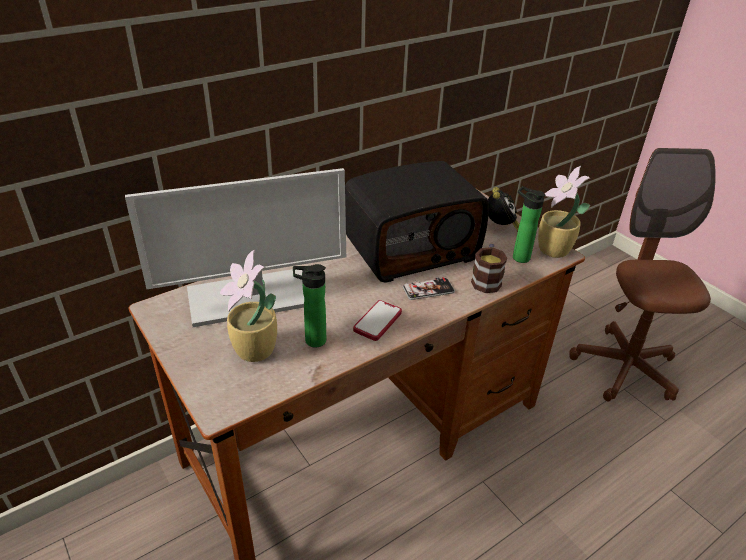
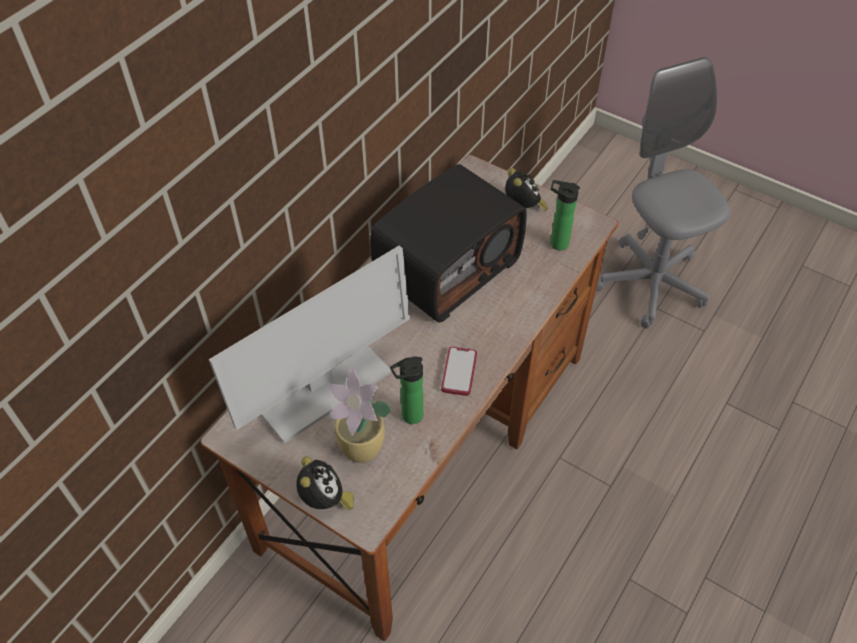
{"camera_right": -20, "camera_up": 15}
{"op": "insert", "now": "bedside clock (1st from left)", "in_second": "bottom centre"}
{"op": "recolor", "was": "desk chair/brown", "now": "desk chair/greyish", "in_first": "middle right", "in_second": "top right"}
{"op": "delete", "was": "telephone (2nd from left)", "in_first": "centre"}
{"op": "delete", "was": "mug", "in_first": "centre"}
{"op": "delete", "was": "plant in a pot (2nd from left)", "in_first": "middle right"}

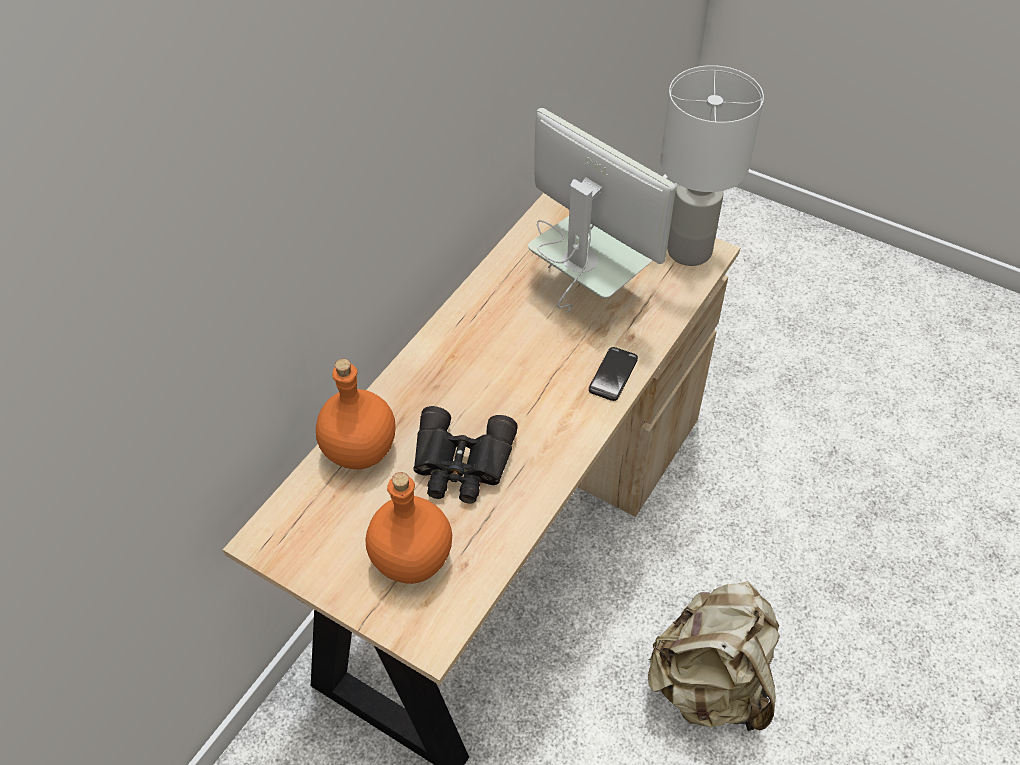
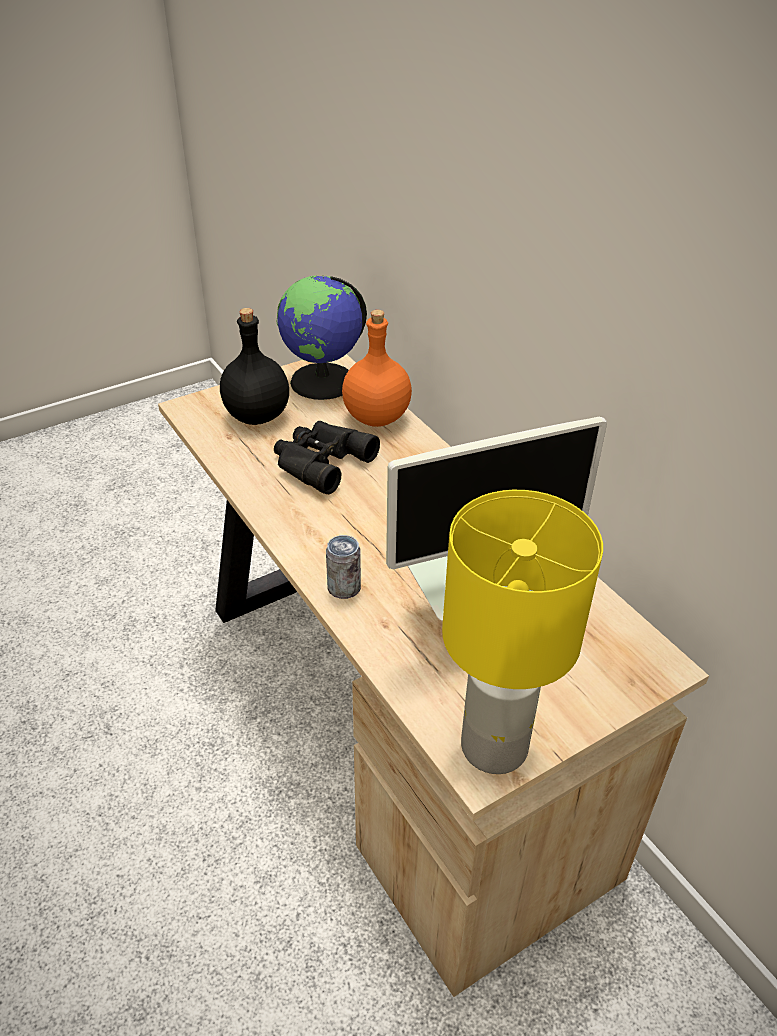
{"camera_right": 115, "camera_up": -10}
{"op": "recolor", "was": "drink bottle/orange (2nd from left)", "now": "drink bottle/blackish", "in_first": "bottom centre", "in_second": "middle left"}
{"op": "insert", "now": "desk globe", "in_second": "top centre"}
{"op": "replace", "was": "telephone", "now": "can", "in_first": "centre", "in_second": "centre"}
{"op": "recolor", "was": "table lamp/whitish", "now": "table lamp/yellowish", "in_first": "top right", "in_second": "middle right"}
{"op": "delete", "was": "backpack/beige-coloured", "in_first": "bottom right"}

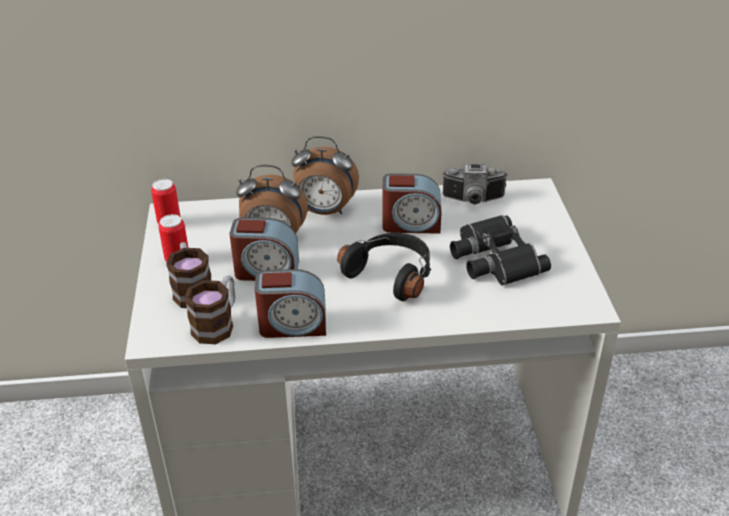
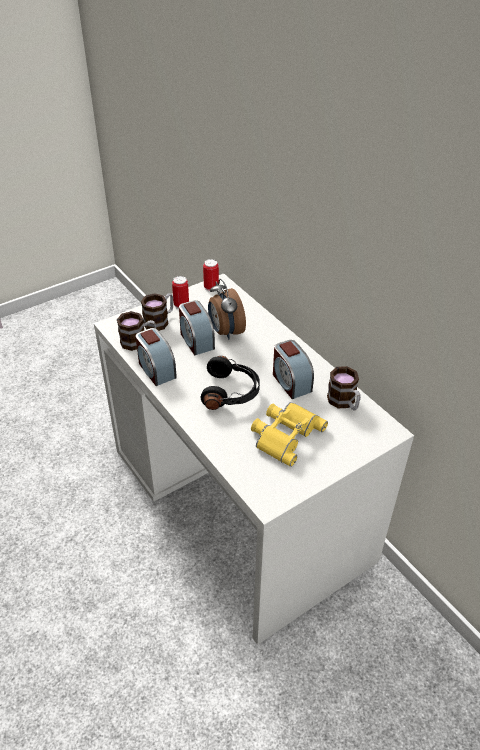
{"camera_right": 60, "camera_up": 5}
{"op": "recolor", "was": "pair of binoculars/blackish", "now": "pair of binoculars/yellowish", "in_first": "middle right", "in_second": "centre"}
{"op": "replace", "was": "photo camera", "now": "mug (3rd from left)", "in_first": "centre", "in_second": "middle right"}
{"op": "delete", "was": "bedside clock (4th from left)", "in_first": "centre"}

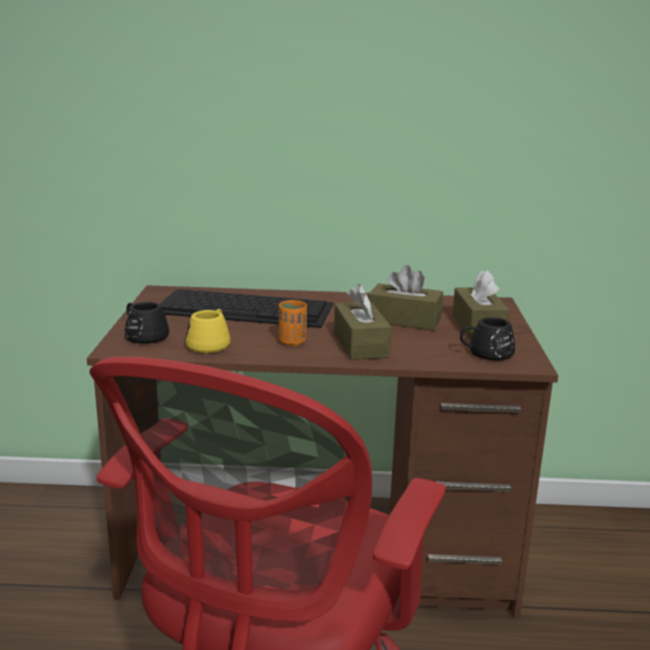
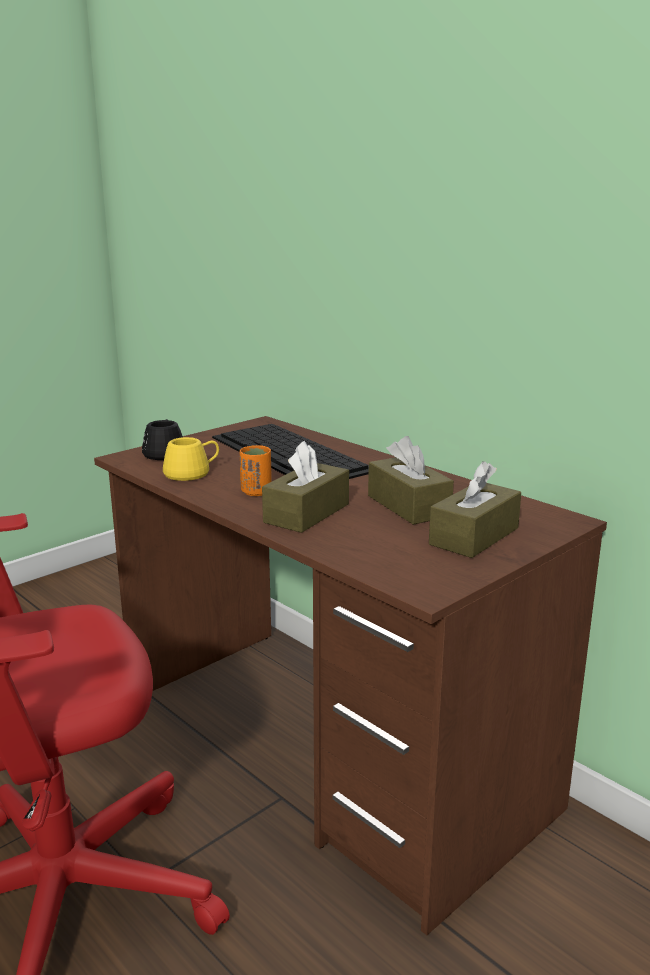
{"camera_right": 45, "camera_up": 0}
{"op": "delete", "was": "mug/blackish (2nd from left)", "in_first": "middle right"}

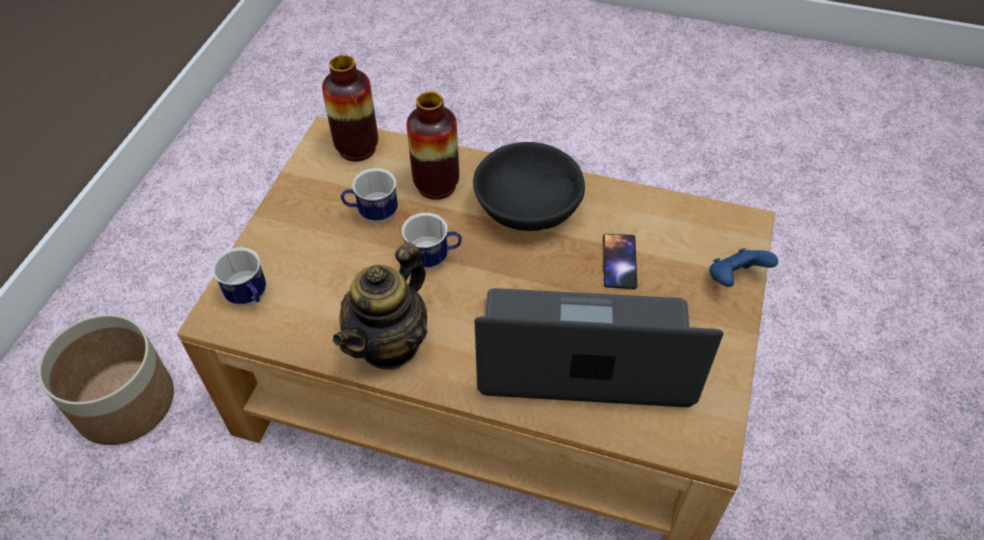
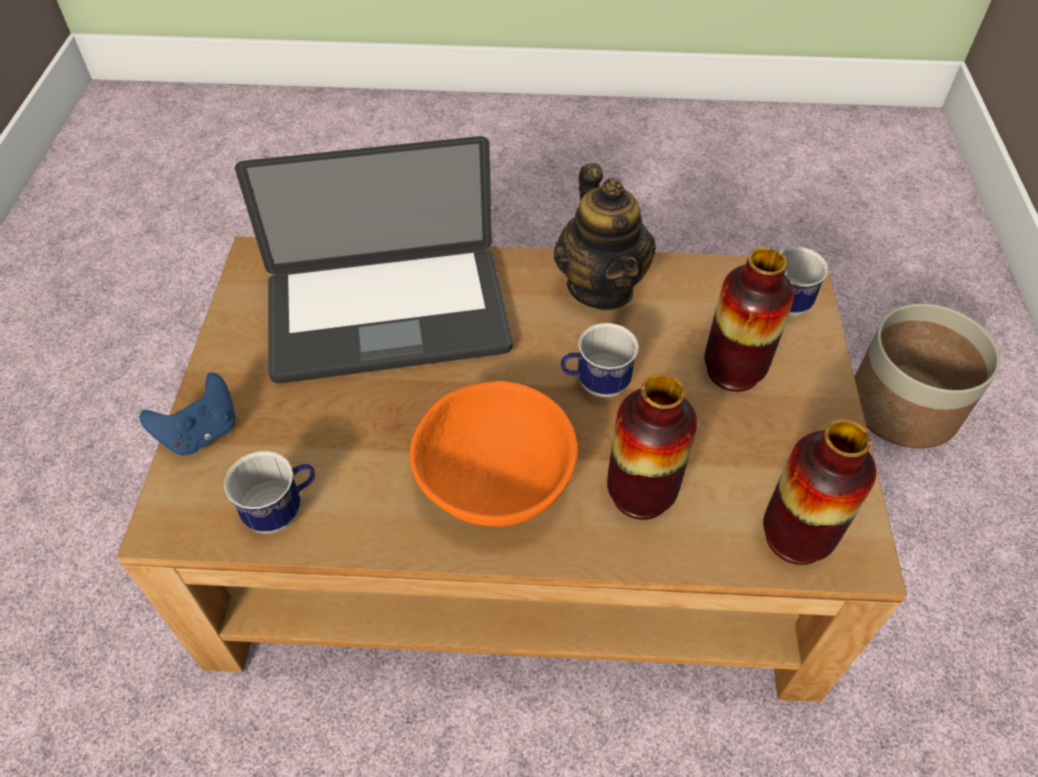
{"camera_right": 165, "camera_up": 0}
{"op": "move", "was": "mug (2nd from left in the first image)", "now": "mug (1st from left)", "in_first": "centre", "in_second": "middle left"}
{"op": "recolor", "was": "deep dish/blackish", "now": "deep dish/orange", "in_first": "centre", "in_second": "centre"}
{"op": "rotate", "was": "pot for tea", "in_first": "centre", "in_second": "top centre", "clockwise": 150}
{"op": "insert", "now": "flower vase (2nd from left)", "in_second": "middle right"}
{"op": "delete", "was": "telephone", "in_first": "centre"}

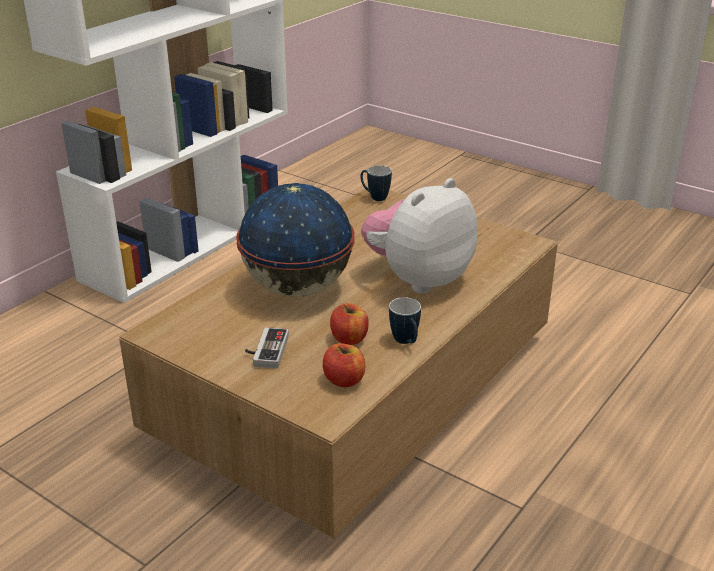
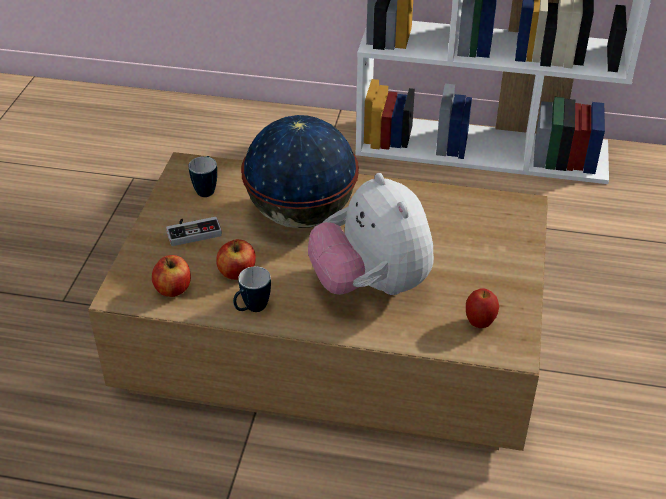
{"camera_right": 65, "camera_up": 10}
{"op": "move", "was": "mug (1st from left)", "in_first": "top centre", "in_second": "middle left"}
{"op": "rotate", "was": "cuddly toy", "in_first": "centre", "in_second": "centre", "clockwise": -135}
{"op": "insert", "now": "apple fruit (3rd from left)", "in_second": "middle right"}

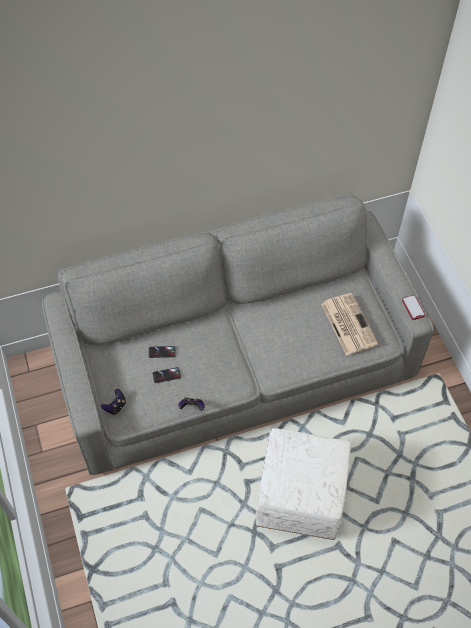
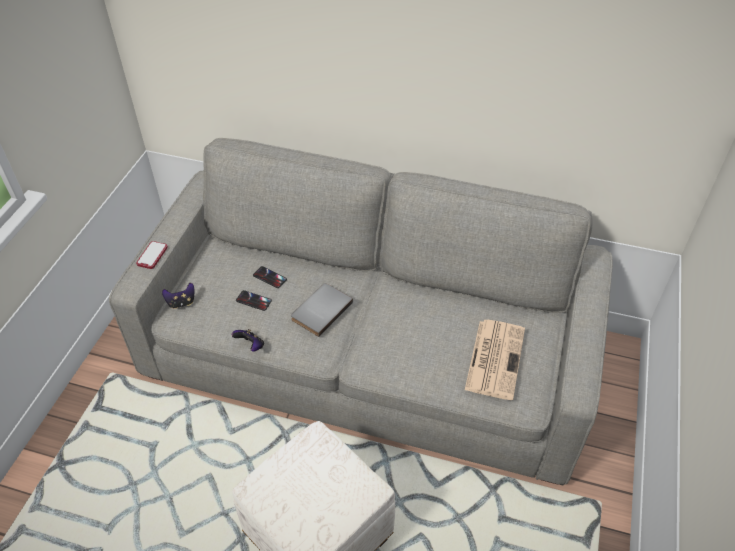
{"camera_right": 35, "camera_up": -10}
{"op": "move", "was": "telephone (3rd from left in the first image)", "now": "telephone (1st from left)", "in_first": "middle right", "in_second": "middle left"}
{"op": "insert", "now": "bound book/greyish", "in_second": "centre"}

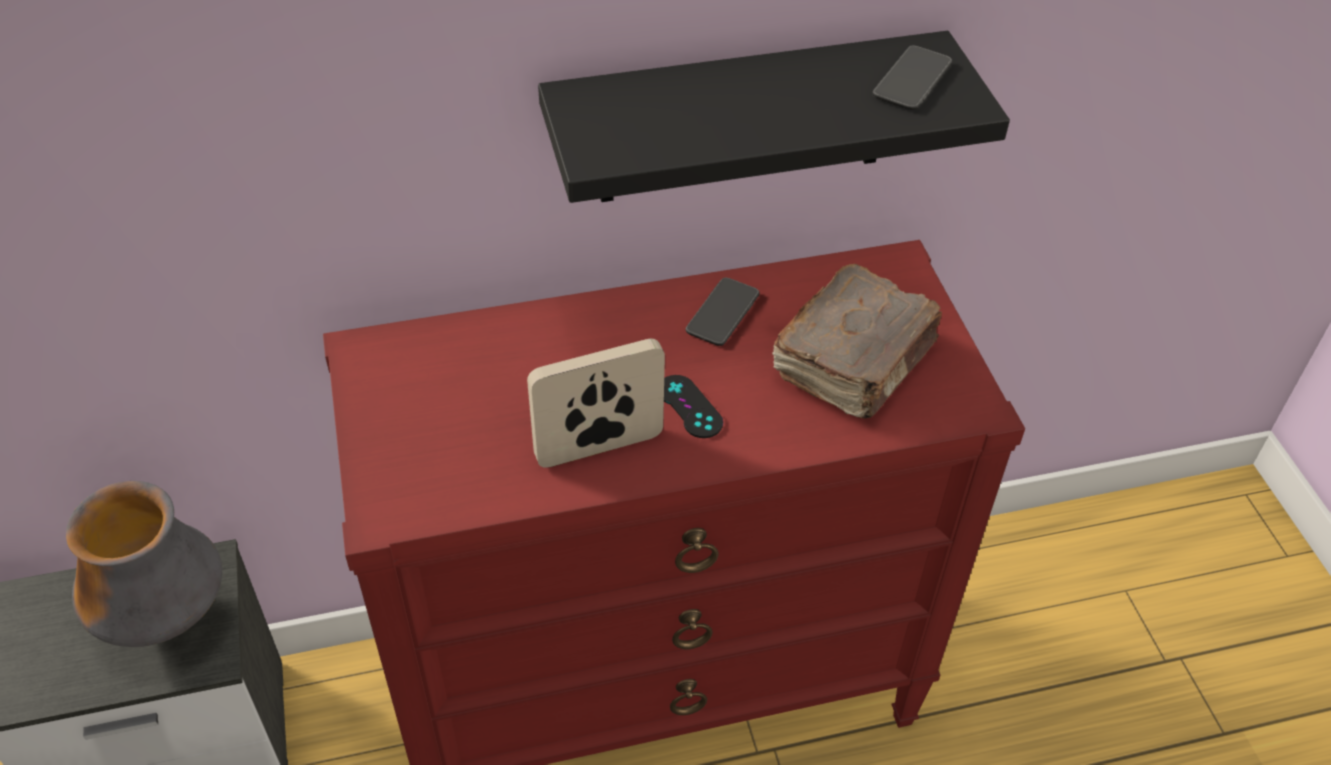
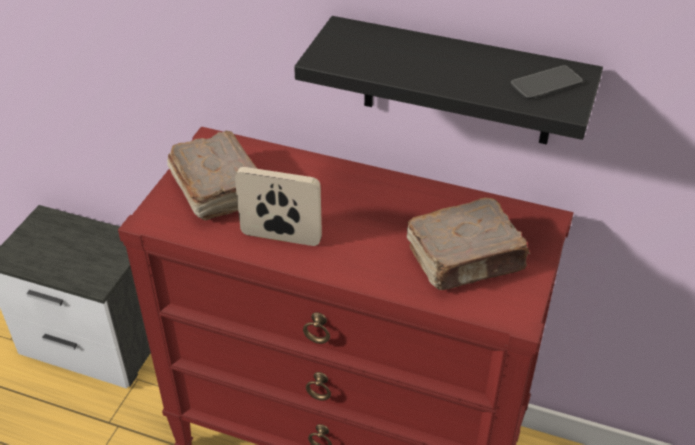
{"camera_right": 35, "camera_up": -5}
{"op": "insert", "now": "bound book/brown (1st from left)", "in_second": "middle left"}
{"op": "delete", "was": "flower vase", "in_first": "bottom left"}
{"op": "delete", "was": "game controller/blackish", "in_first": "centre"}
{"op": "delete", "was": "telephone (1st from left)", "in_first": "centre"}

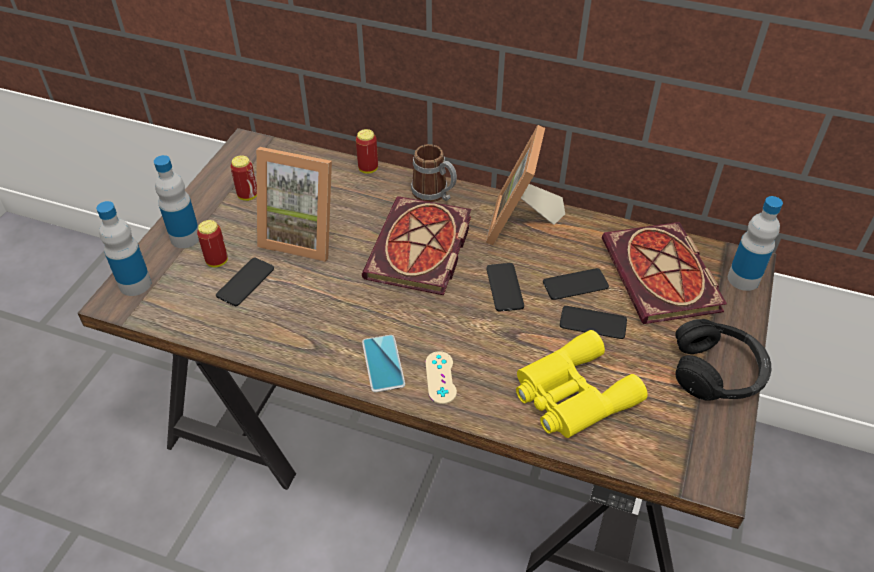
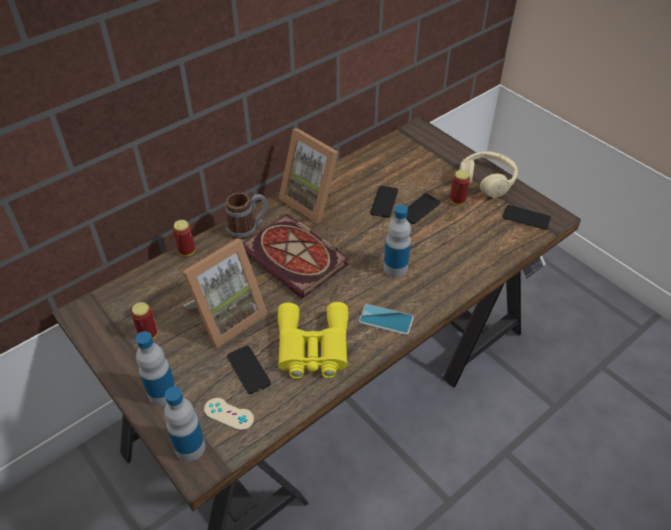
{"camera_right": -60, "camera_up": 0}
{"op": "move", "was": "game controller/beige-coloured", "in_first": "centre", "in_second": "bottom centre"}
{"op": "move", "was": "pair of binoculars/yellowish", "in_first": "bottom centre", "in_second": "centre"}
{"op": "move", "was": "drink bottle (3rd from left)", "in_first": "middle right", "in_second": "centre"}
{"op": "move", "was": "can (1st from left in the first image)", "now": "can (3rd from left)", "in_first": "middle left", "in_second": "middle right"}
{"op": "recolor", "was": "pair of headphones/blackish", "now": "pair of headphones/beige-coloured", "in_first": "middle right", "in_second": "top right"}
{"op": "move", "was": "telephone (3rd from left in the first image)", "now": "telephone (5th from left)", "in_first": "centre", "in_second": "middle right"}
{"op": "delete", "was": "bound book (2nd from left)", "in_first": "middle right"}

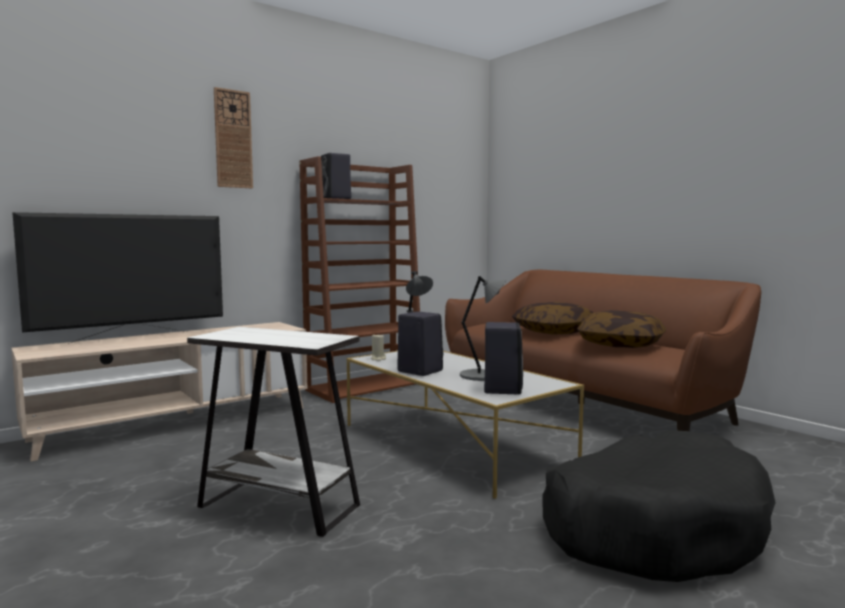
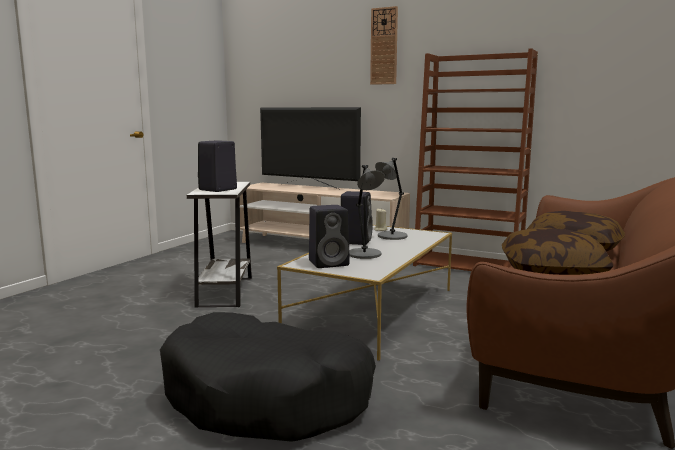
{"camera_right": 65, "camera_up": 5}
{"op": "move", "was": "audio speaker/blackish (1st from left)", "in_first": "top centre", "in_second": "middle left"}

